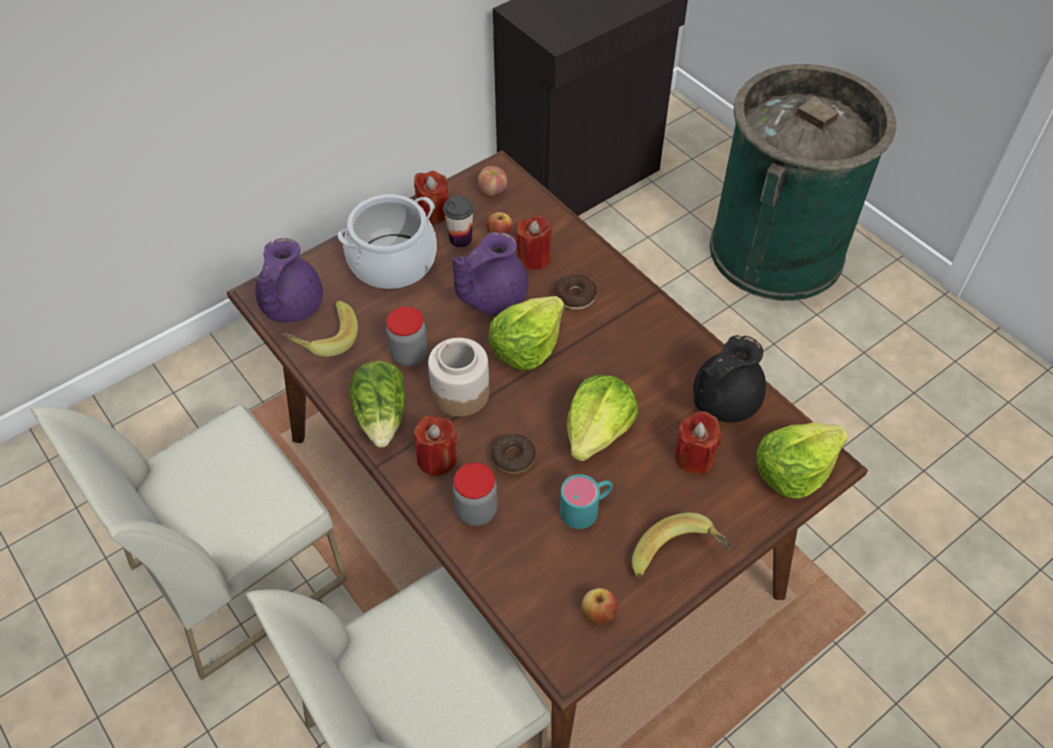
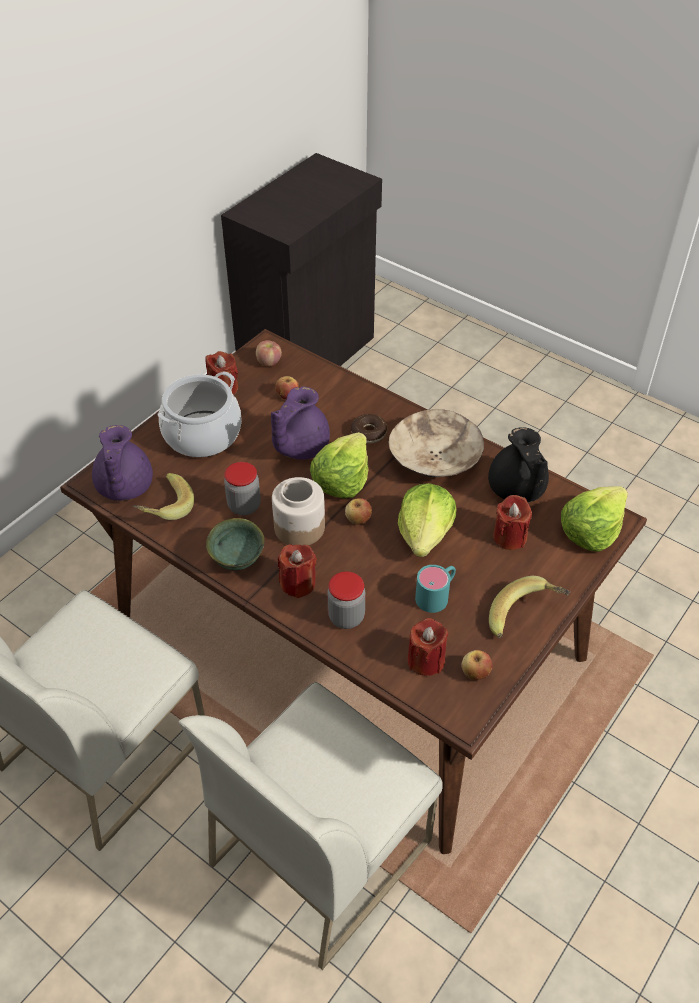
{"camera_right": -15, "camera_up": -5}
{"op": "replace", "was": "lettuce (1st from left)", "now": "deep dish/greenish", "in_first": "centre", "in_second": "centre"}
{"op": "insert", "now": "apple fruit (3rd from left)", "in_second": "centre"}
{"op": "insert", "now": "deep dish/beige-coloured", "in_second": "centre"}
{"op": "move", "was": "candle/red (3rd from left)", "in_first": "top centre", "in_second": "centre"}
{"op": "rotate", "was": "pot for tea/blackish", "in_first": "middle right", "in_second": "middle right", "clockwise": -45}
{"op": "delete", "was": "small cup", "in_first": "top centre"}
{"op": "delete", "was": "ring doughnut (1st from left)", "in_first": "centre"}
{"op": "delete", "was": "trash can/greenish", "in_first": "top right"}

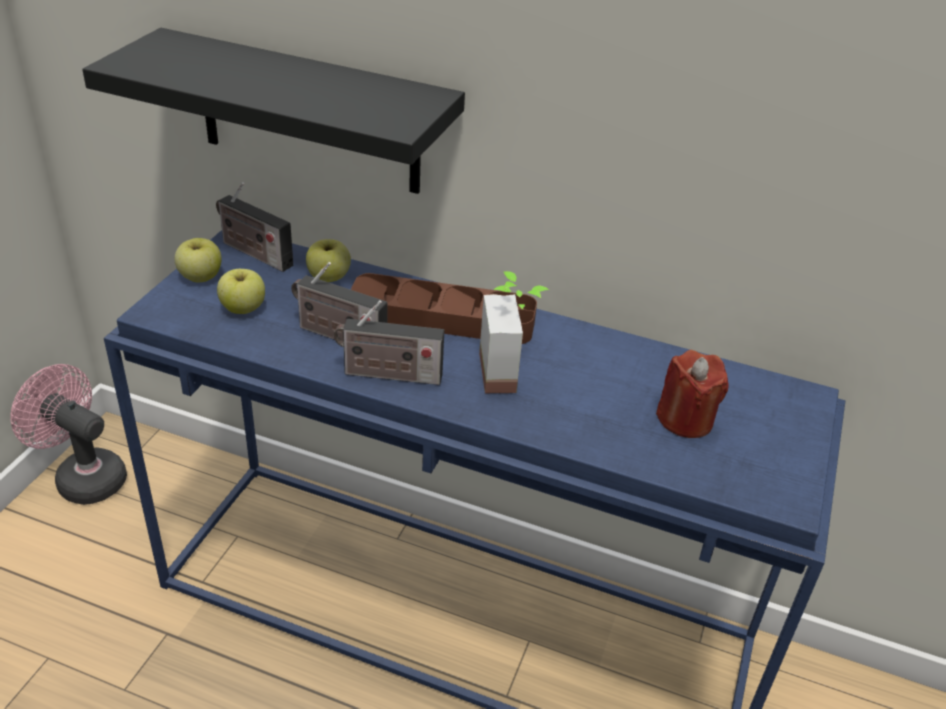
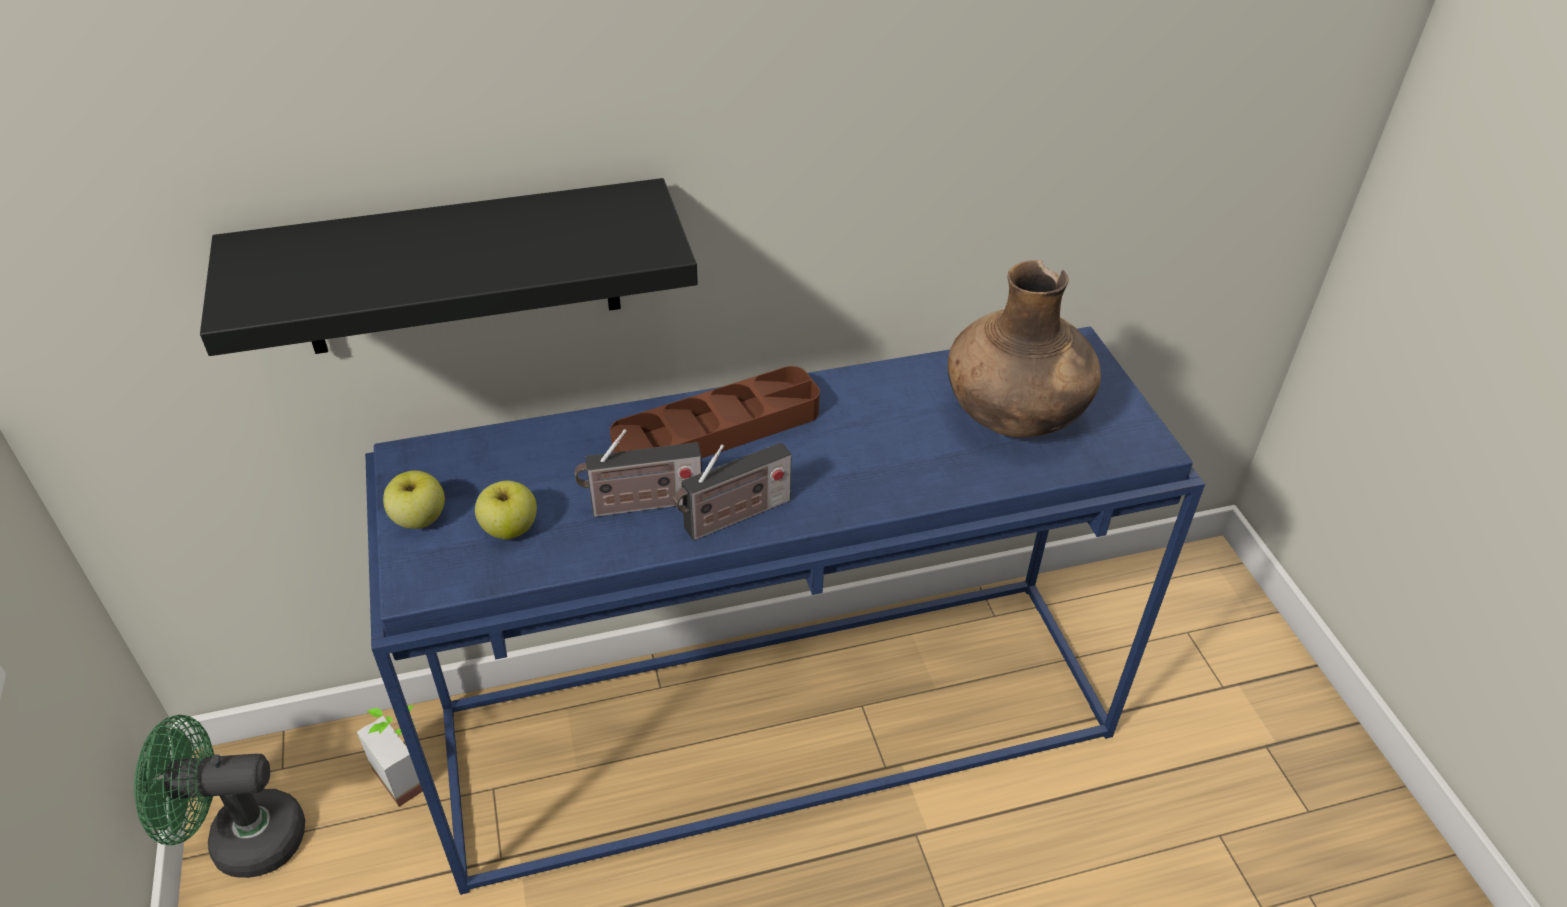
{"camera_right": -35, "camera_up": 5}
{"op": "recolor", "was": "electric fan/pink-coloured", "now": "electric fan/greenish", "in_first": "middle left", "in_second": "bottom left"}
{"op": "move", "was": "plant in a pot", "in_first": "centre", "in_second": "bottom left"}
{"op": "replace", "was": "candle/red", "now": "flower vase/brown", "in_first": "middle right", "in_second": "centre"}
{"op": "delete", "was": "radio receiver (1st from left)", "in_first": "top left"}
{"op": "delete", "was": "apple fruit (3rd from left)", "in_first": "centre"}

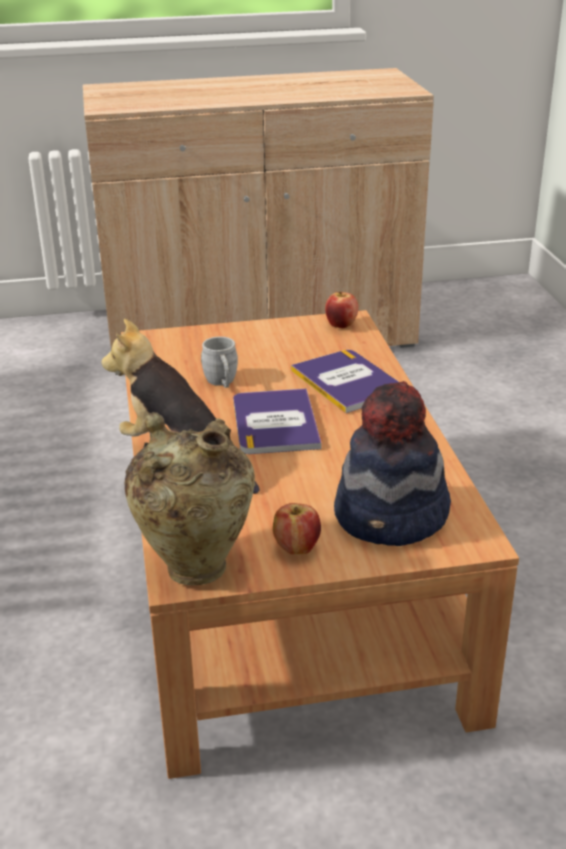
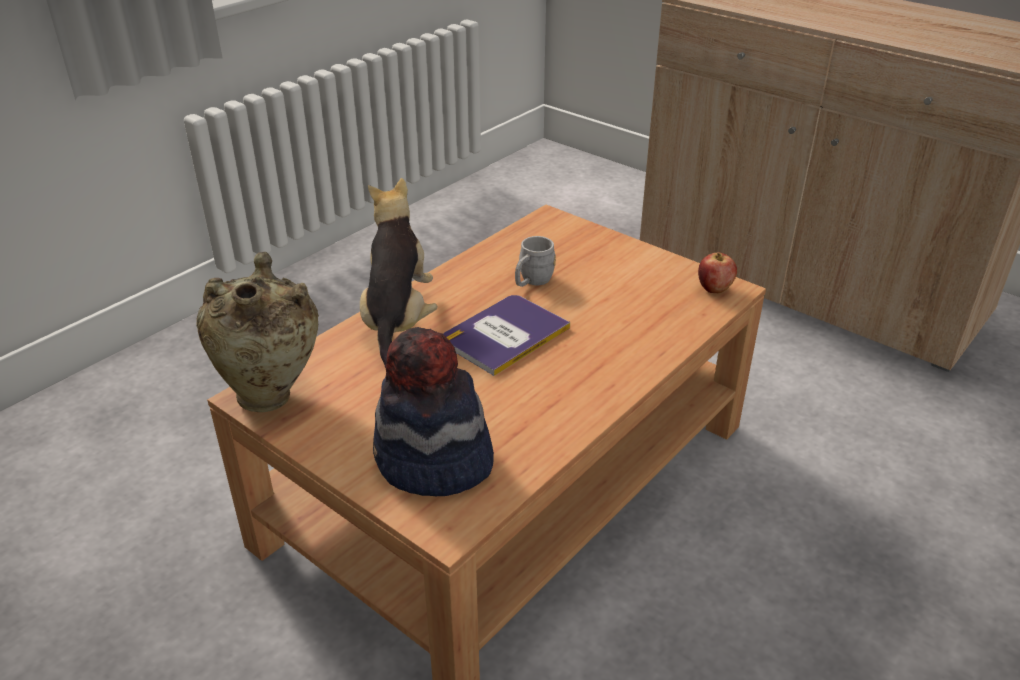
{"camera_right": 50, "camera_up": 5}
{"op": "delete", "was": "apple fruit (1st from left)", "in_first": "centre"}
{"op": "delete", "was": "bound book (2nd from left)", "in_first": "centre"}

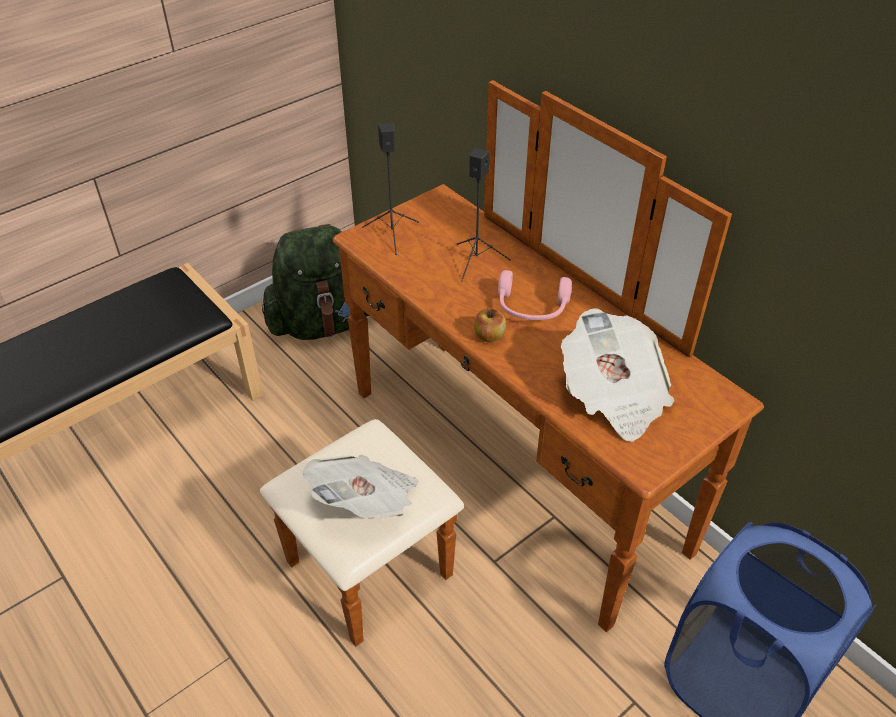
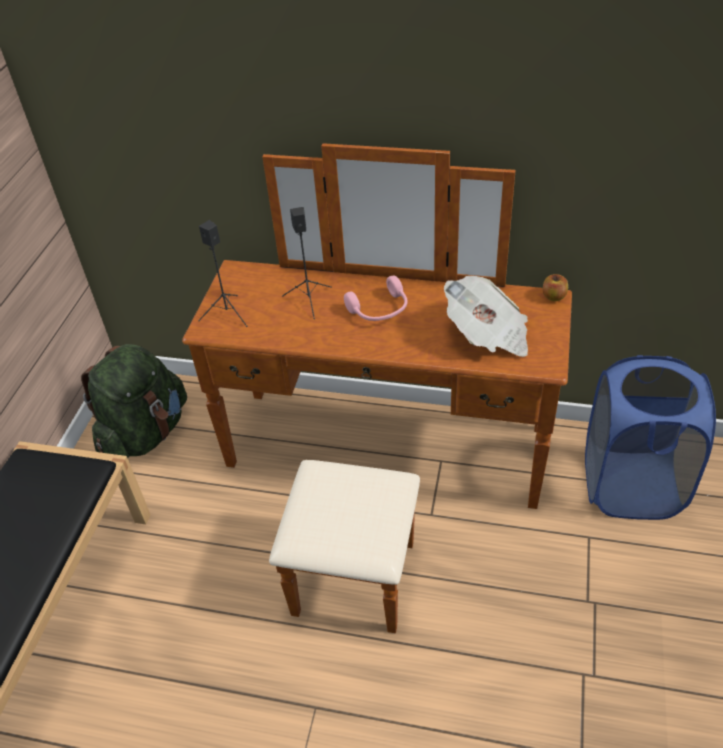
{"camera_right": -35, "camera_up": 0}
{"op": "move", "was": "apple fruit", "in_first": "centre", "in_second": "middle right"}
{"op": "delete", "was": "printed paper (1st from left)", "in_first": "bottom centre"}

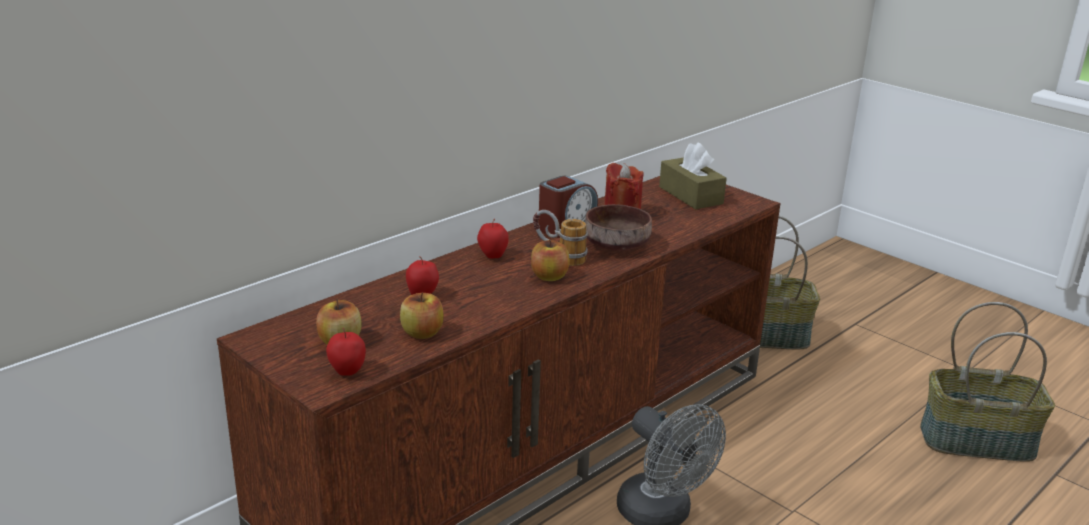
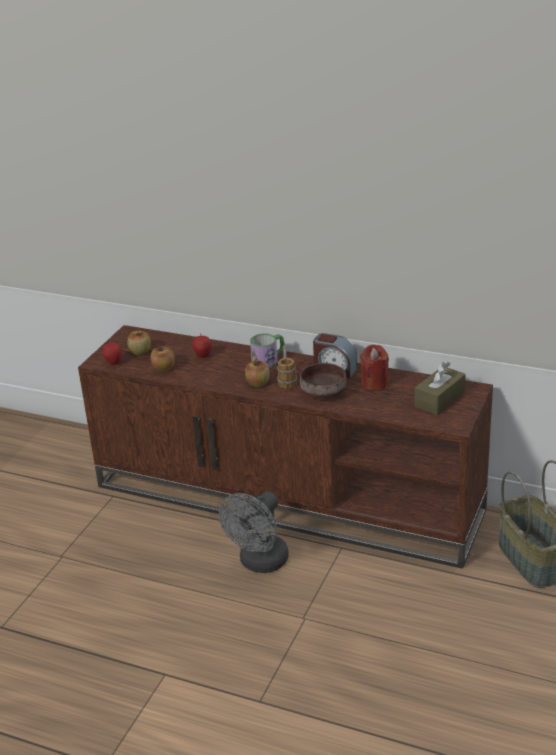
{"camera_right": 70, "camera_up": 5}
{"op": "replace", "was": "apple fruit (5th from left)", "now": "mug (1st from left)", "in_first": "centre", "in_second": "centre"}
{"op": "delete", "was": "household basket (2nd from left)", "in_first": "bottom right"}

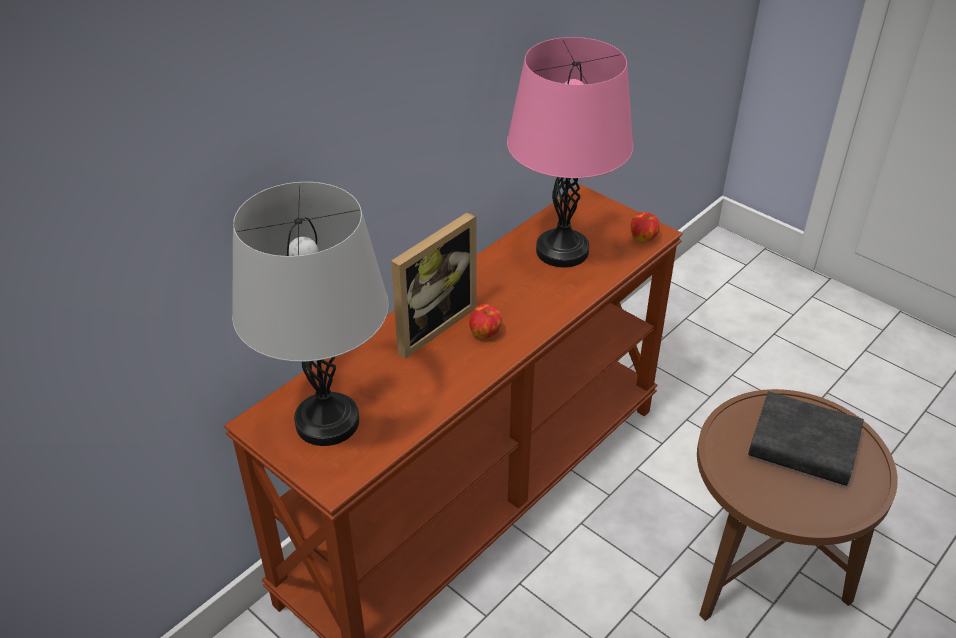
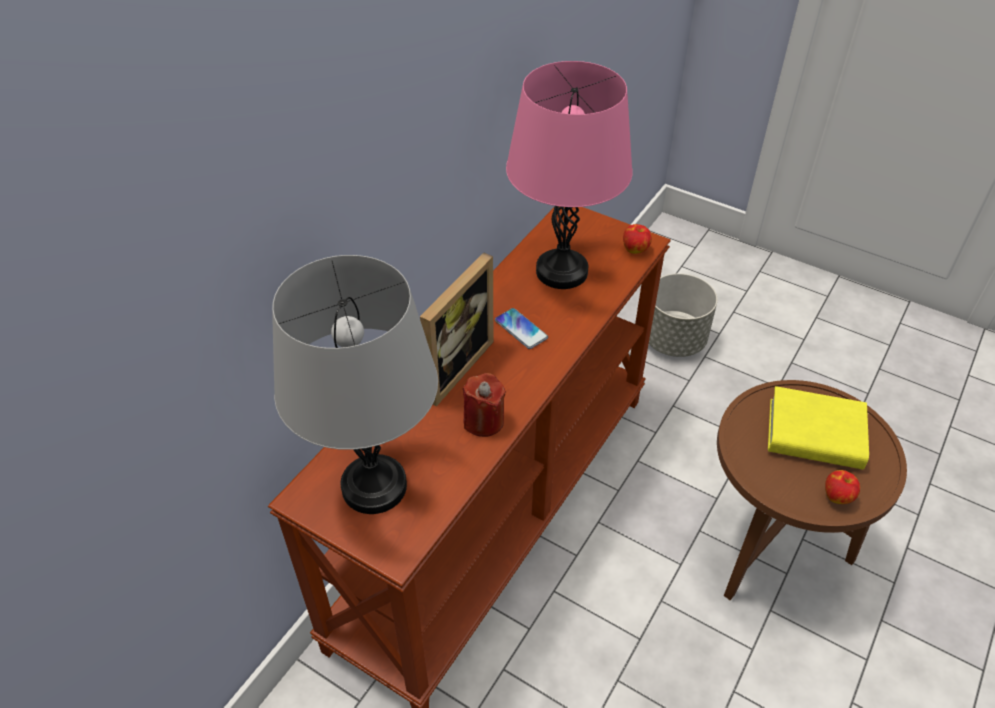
{"camera_right": -10, "camera_up": 5}
{"op": "insert", "now": "candle/red", "in_second": "centre"}
{"op": "insert", "now": "telephone", "in_second": "centre"}
{"op": "insert", "now": "plant pot/greyish", "in_second": "middle right"}
{"op": "recolor", "was": "bound book/blackish", "now": "bound book/yellowish", "in_first": "bottom right", "in_second": "middle right"}
{"op": "move", "was": "apple fruit (1st from left in the first image)", "now": "apple fruit (2nd from left)", "in_first": "centre", "in_second": "bottom right"}

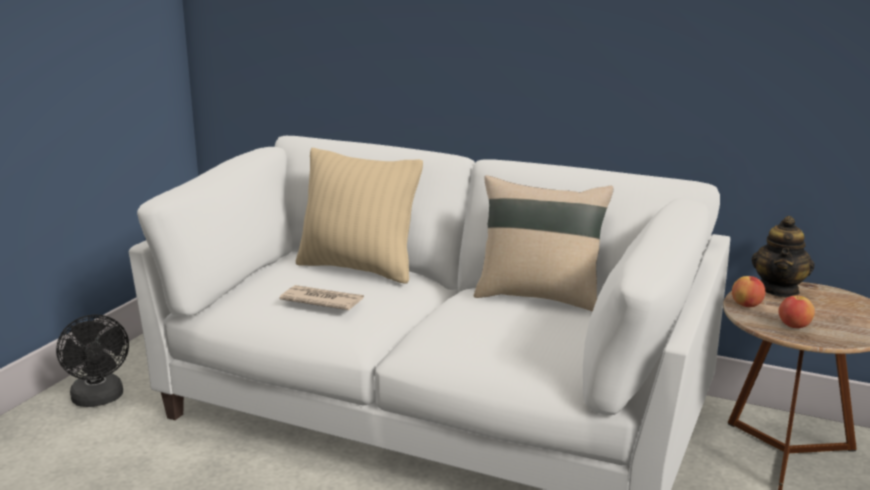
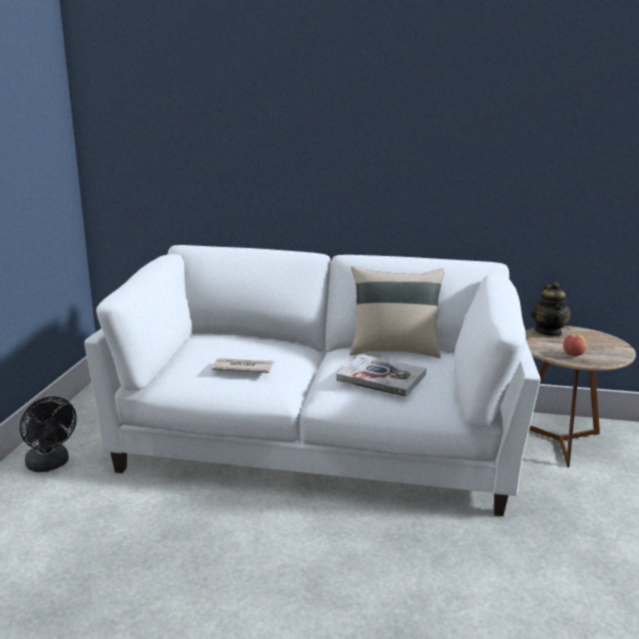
{"camera_right": -15, "camera_up": 0}
{"op": "insert", "now": "bound book", "in_second": "centre"}
{"op": "delete", "was": "throw pillow/beige-coloured (1st from left)", "in_first": "centre"}
{"op": "delete", "was": "apple fruit (1st from left)", "in_first": "middle right"}

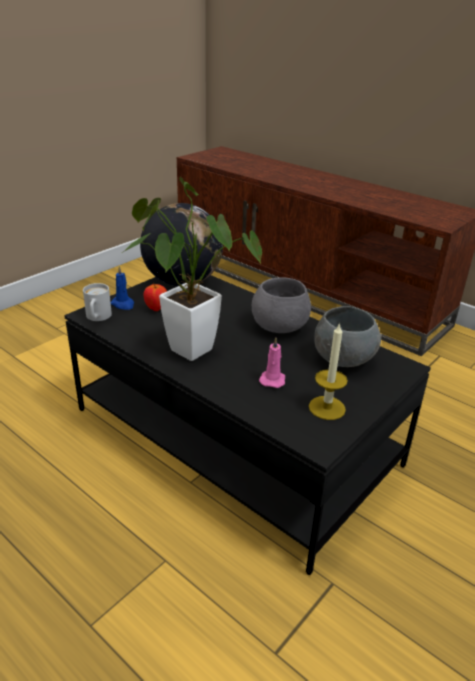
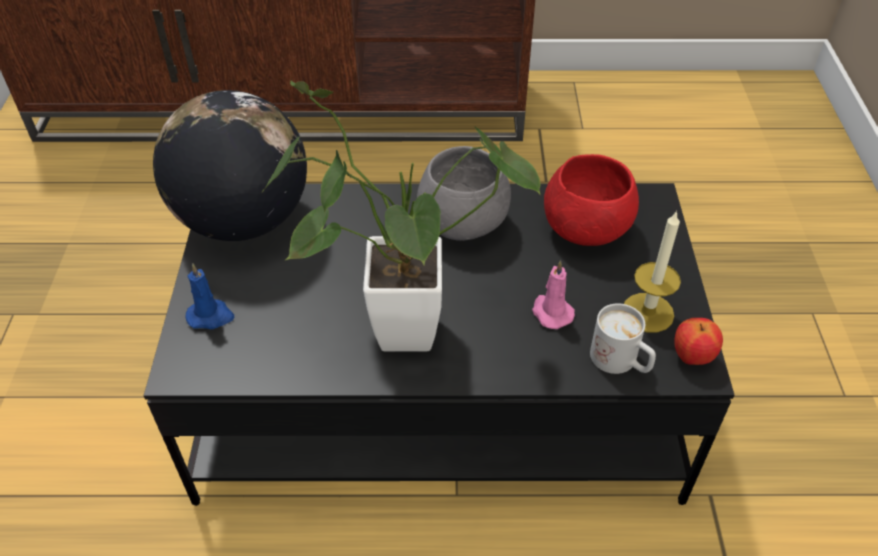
{"camera_right": -40, "camera_up": 15}
{"op": "recolor", "was": "deep dish/greyish (2nd from left)", "now": "deep dish/red", "in_first": "middle right", "in_second": "middle right"}
{"op": "move", "was": "mug/whitish", "in_first": "middle left", "in_second": "middle right"}
{"op": "move", "was": "apple fruit", "in_first": "middle left", "in_second": "middle right"}

